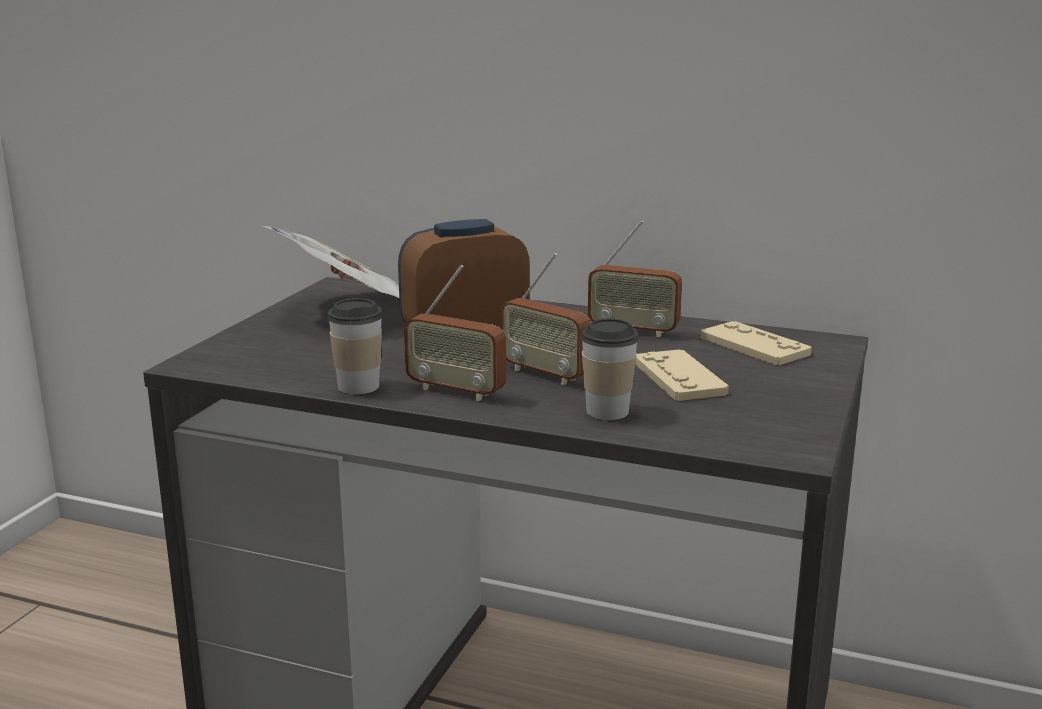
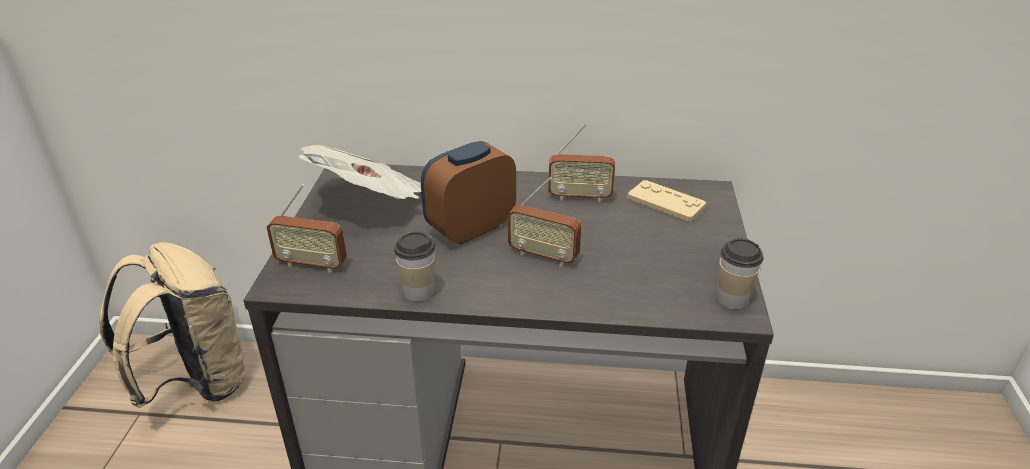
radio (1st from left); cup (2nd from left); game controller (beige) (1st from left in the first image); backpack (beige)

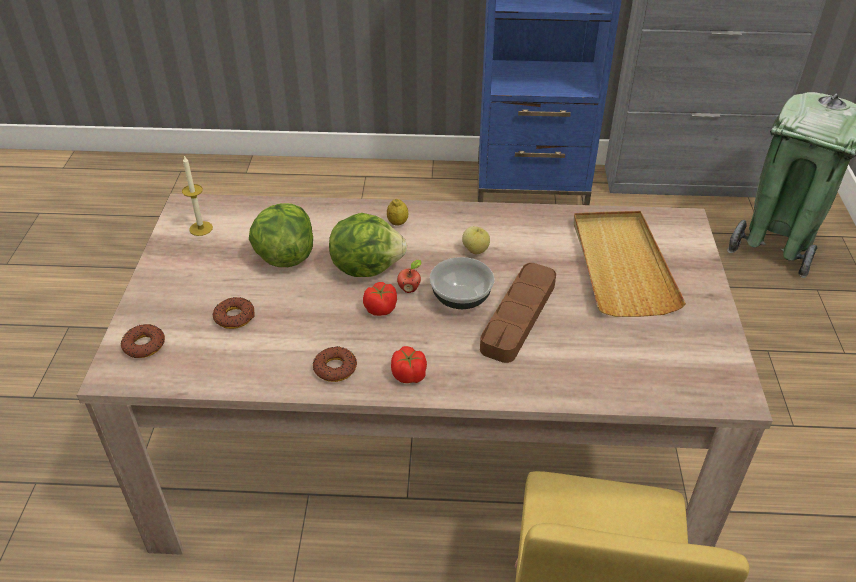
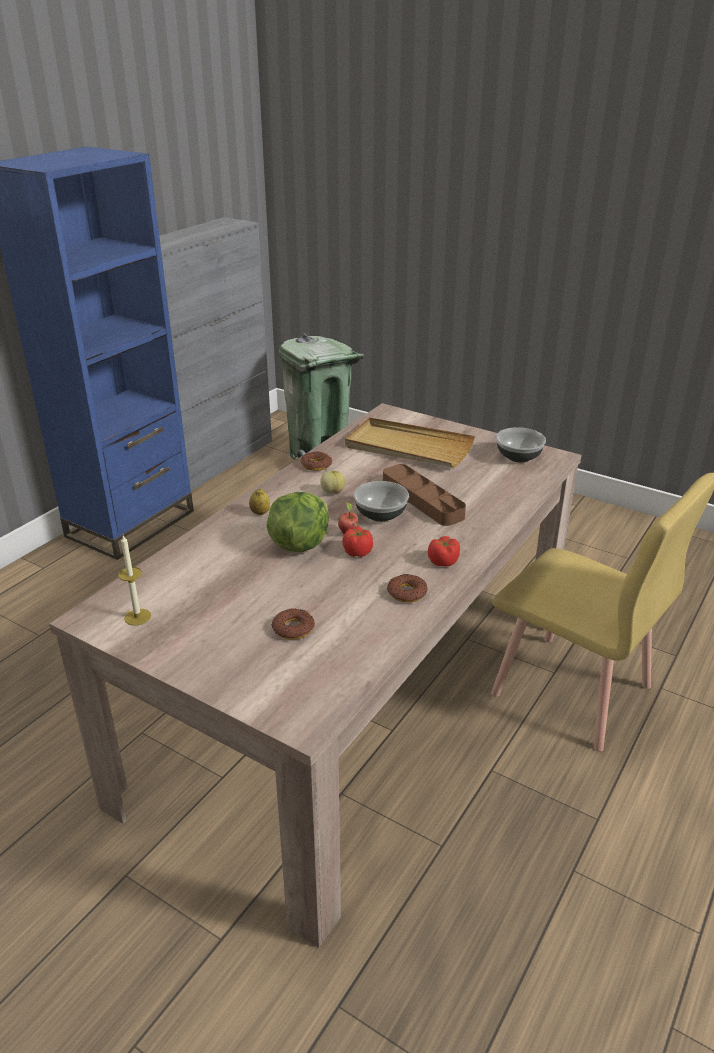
lettuce (1st from left in the first image); donut (2nd from left); bowl (2nd from left)

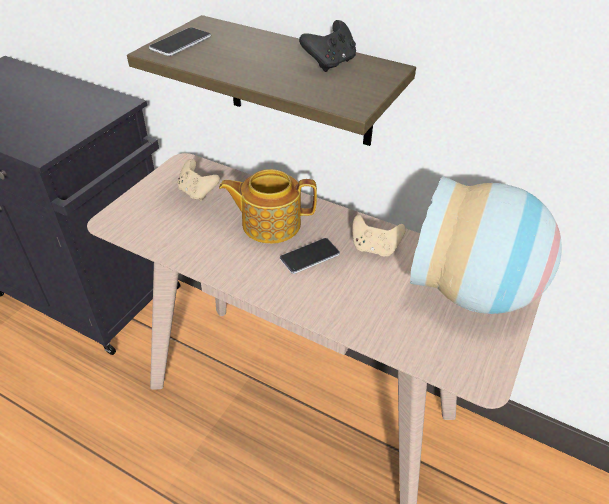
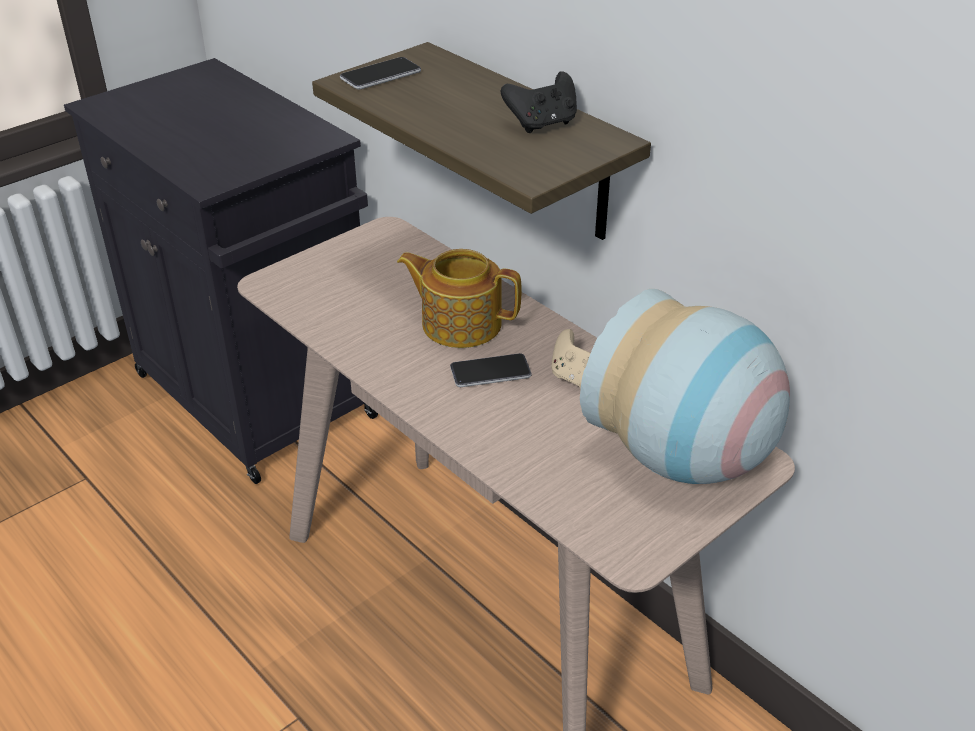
game controller (beige) (1st from left in the first image)

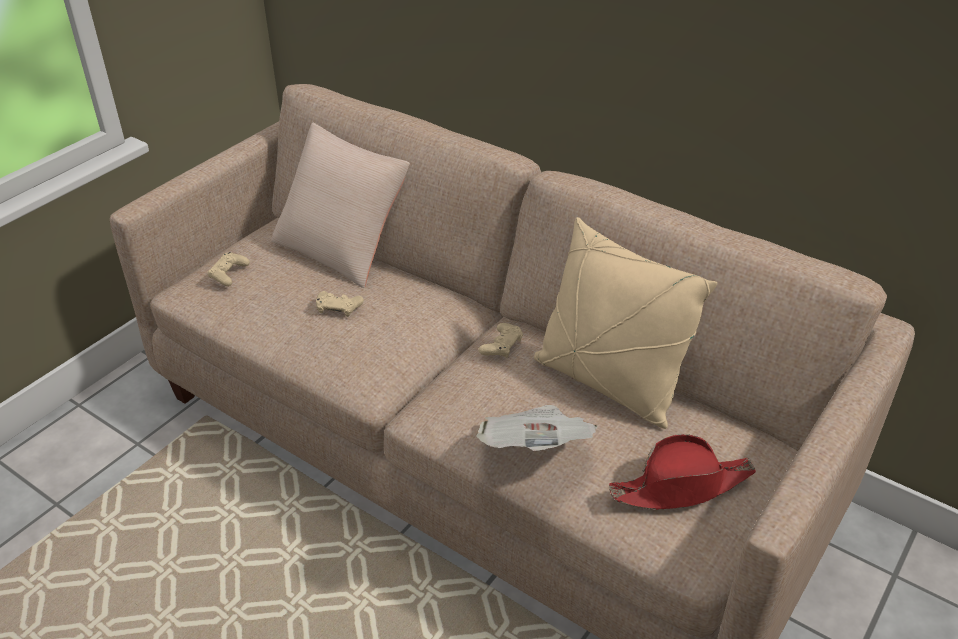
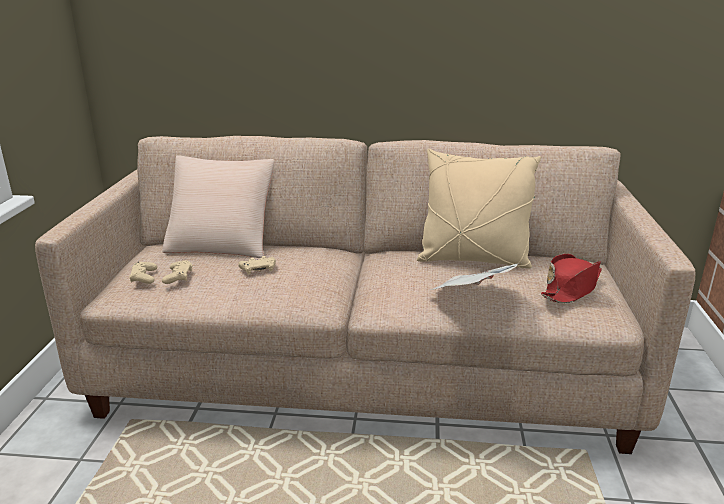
game controller (beige) (2nd from left)

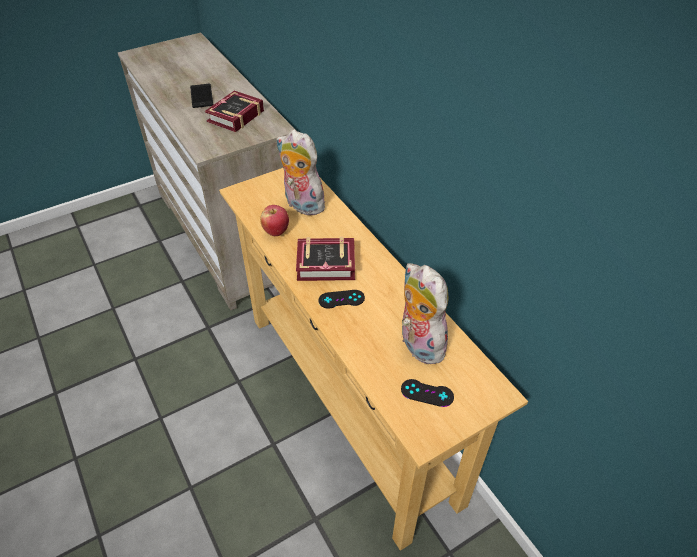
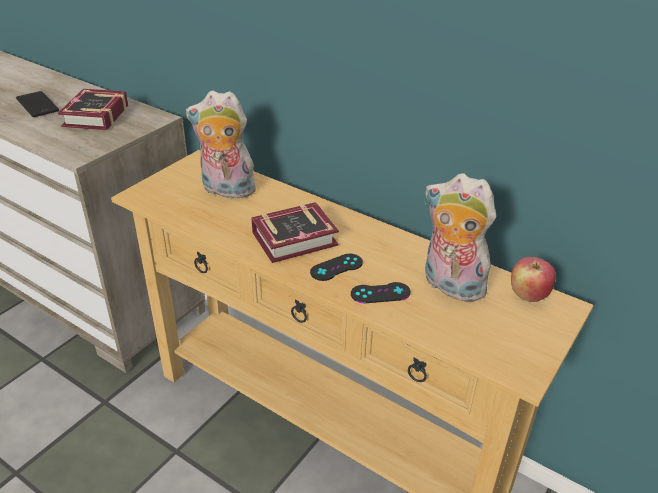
apple; game controller (black) (2nd from left)

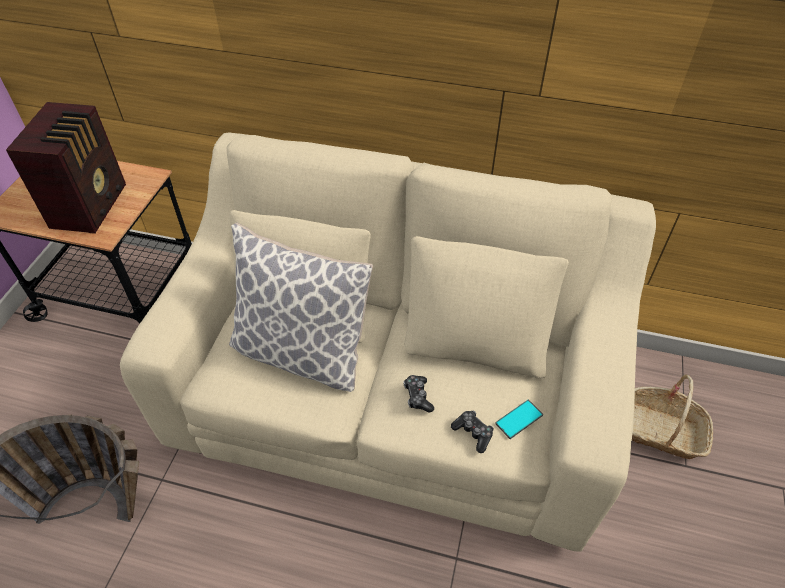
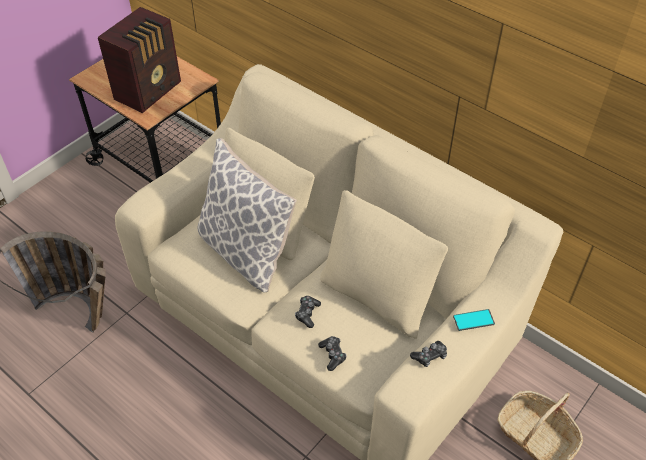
phone; game controller (3rd from left)

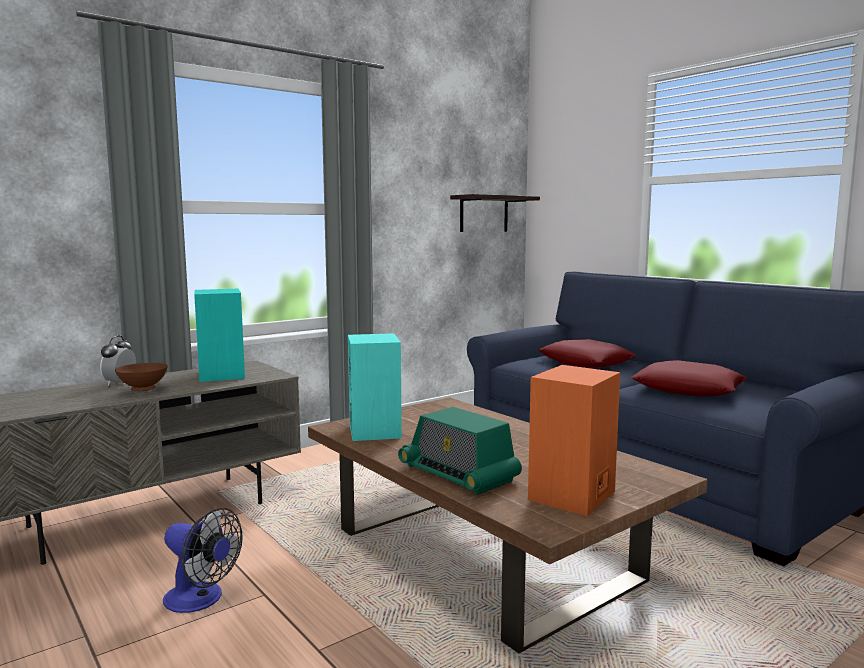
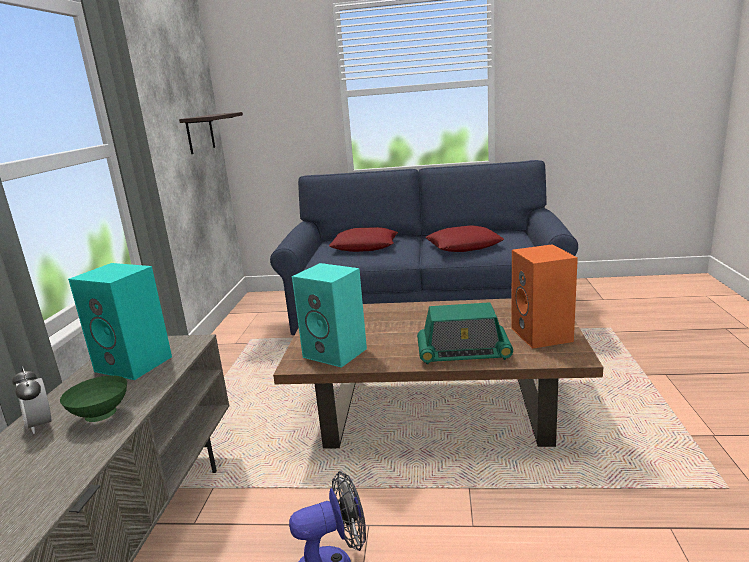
bowl (green)

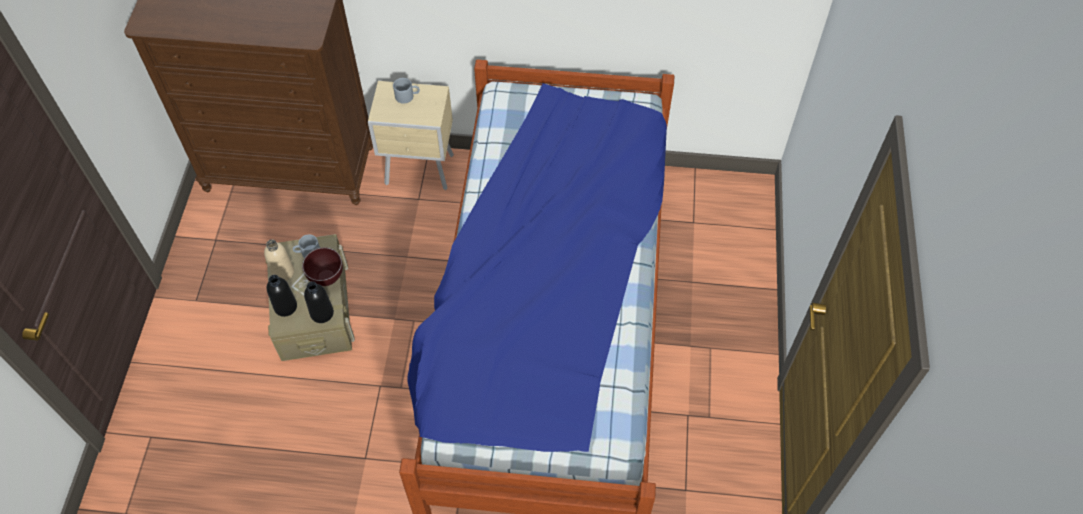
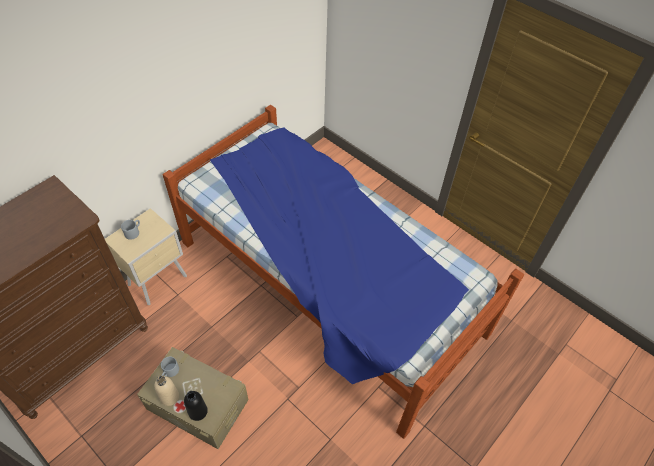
bowl (brown); bottle (black) (2nd from left in the first image)

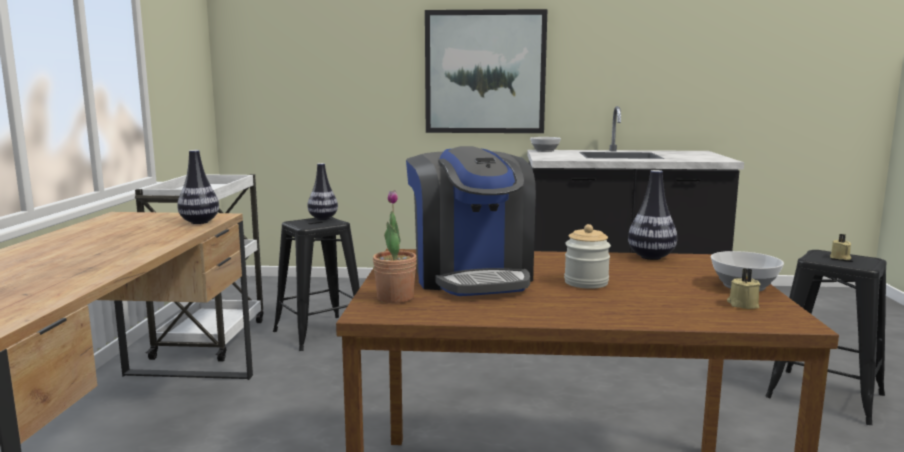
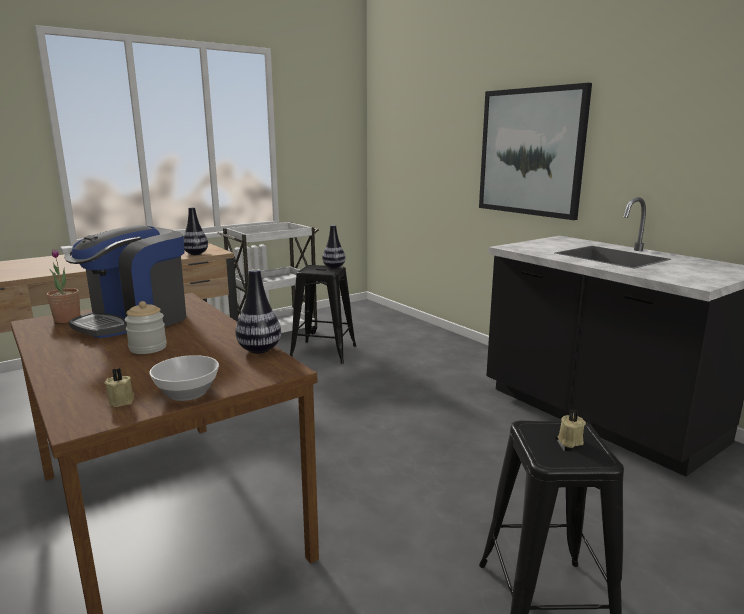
bowl (1st from left in the first image)

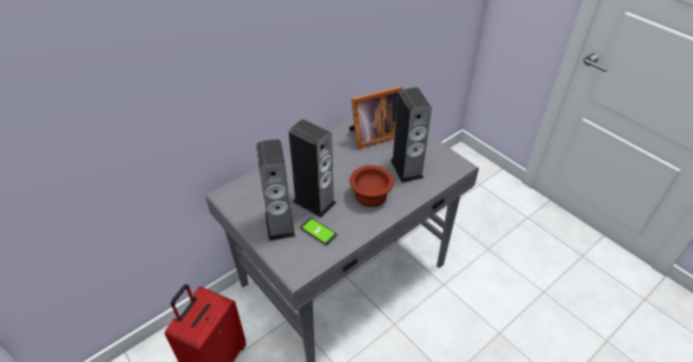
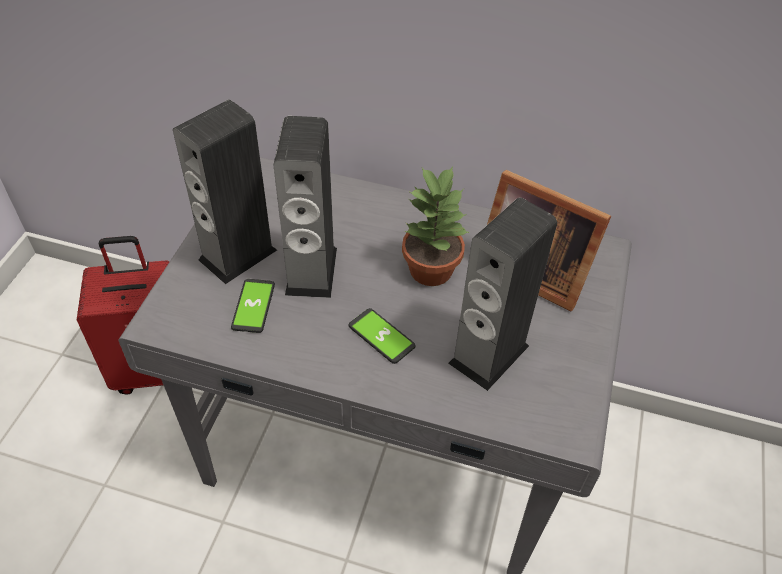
phone (2nd from left); potted plant

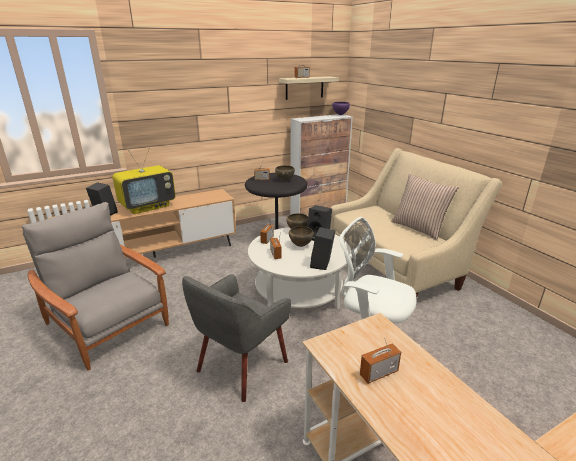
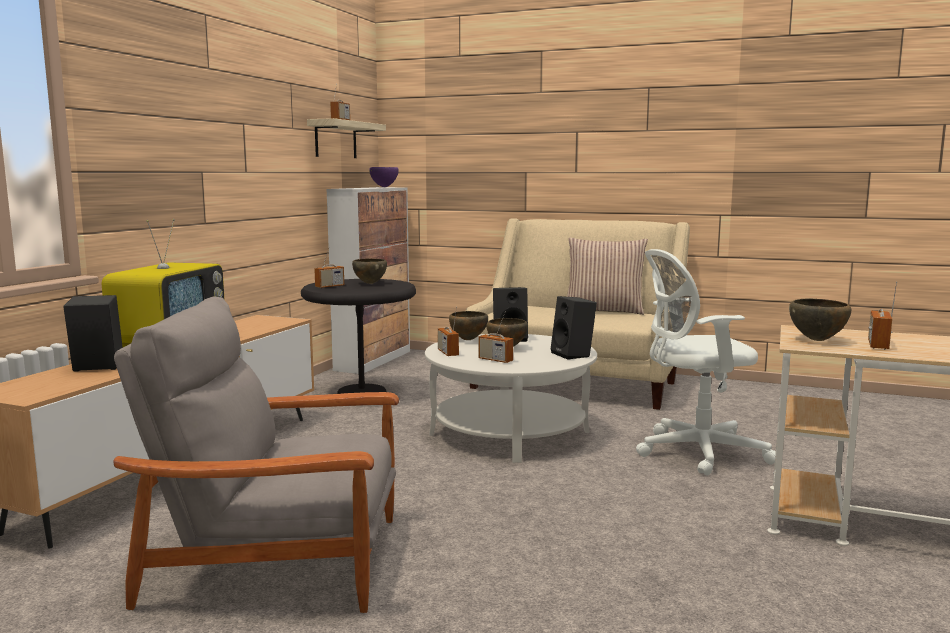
armchair (grey) (2nd from left in the first image); bowl (brown) (4th from left)

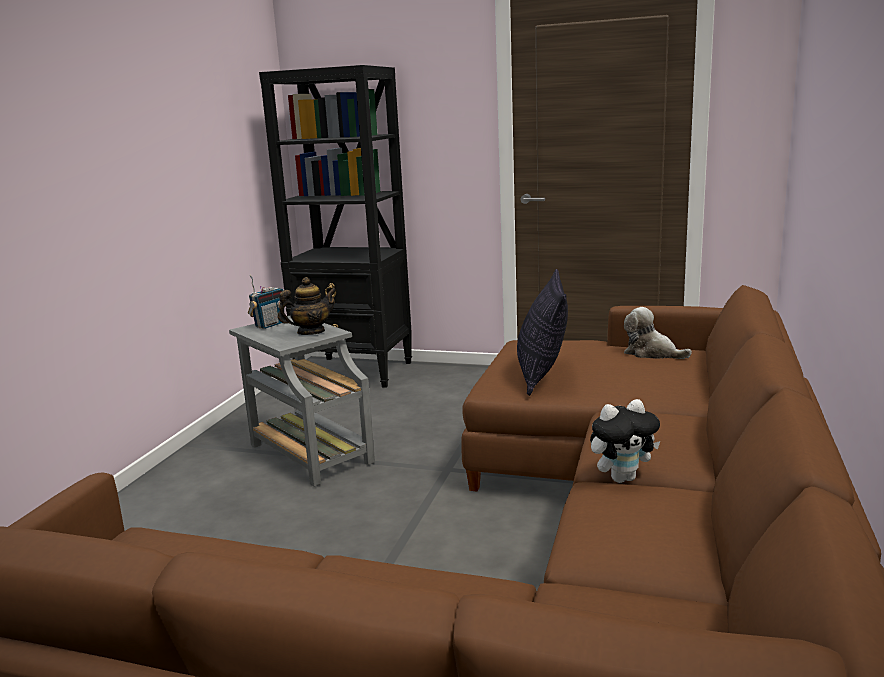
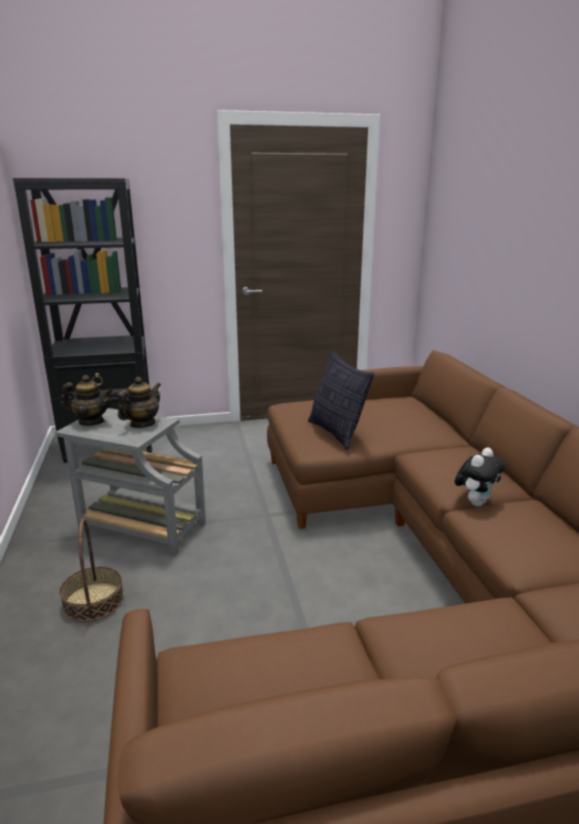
teapot (1st from left); plush toy (2nd from left in the first image); basket

